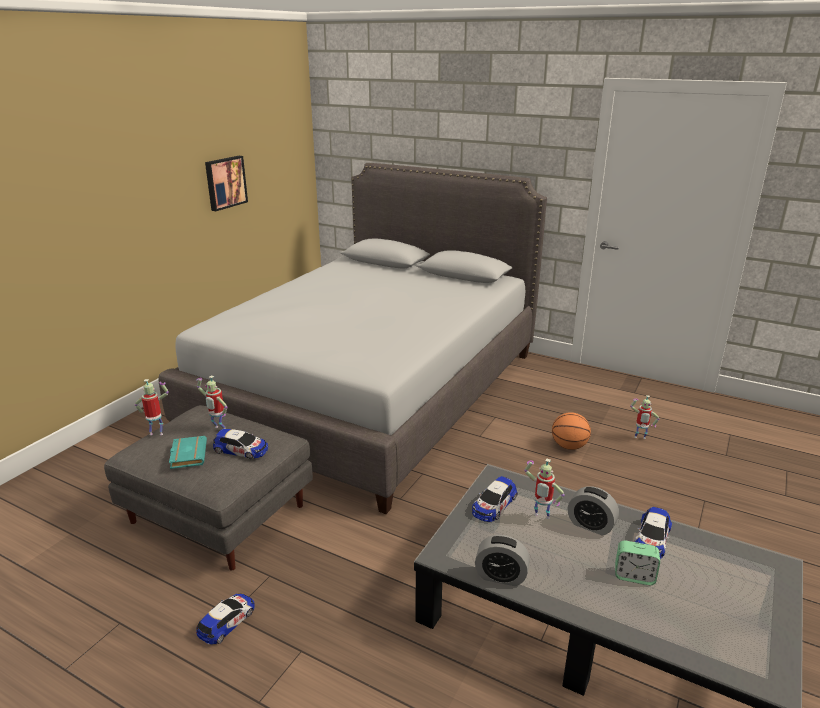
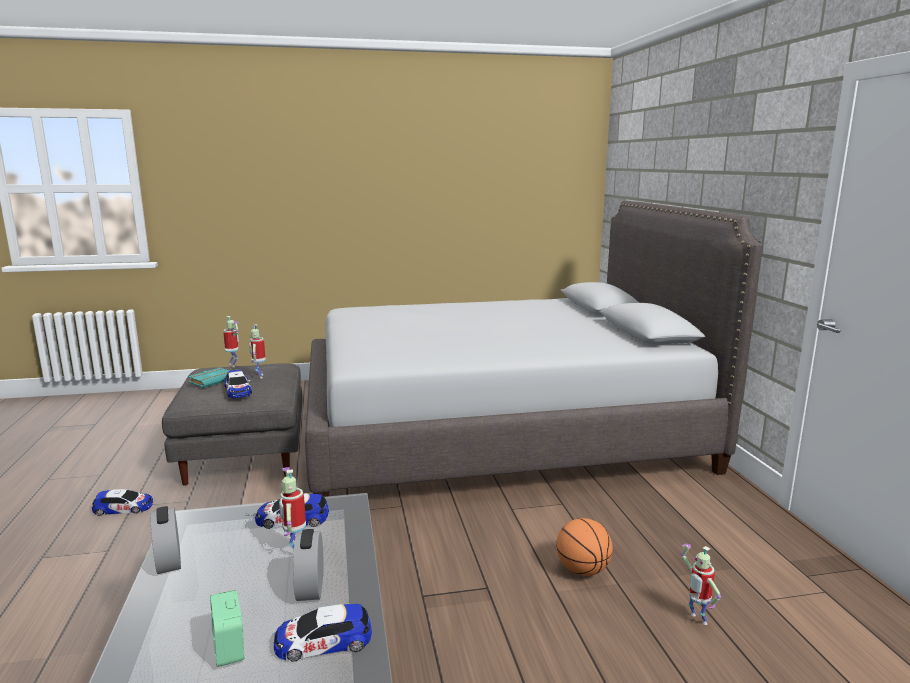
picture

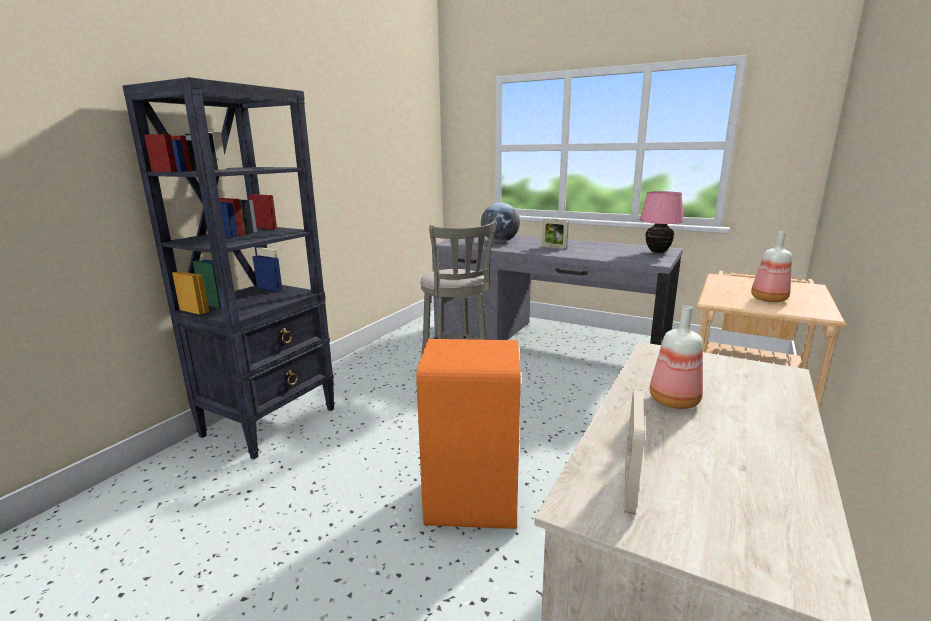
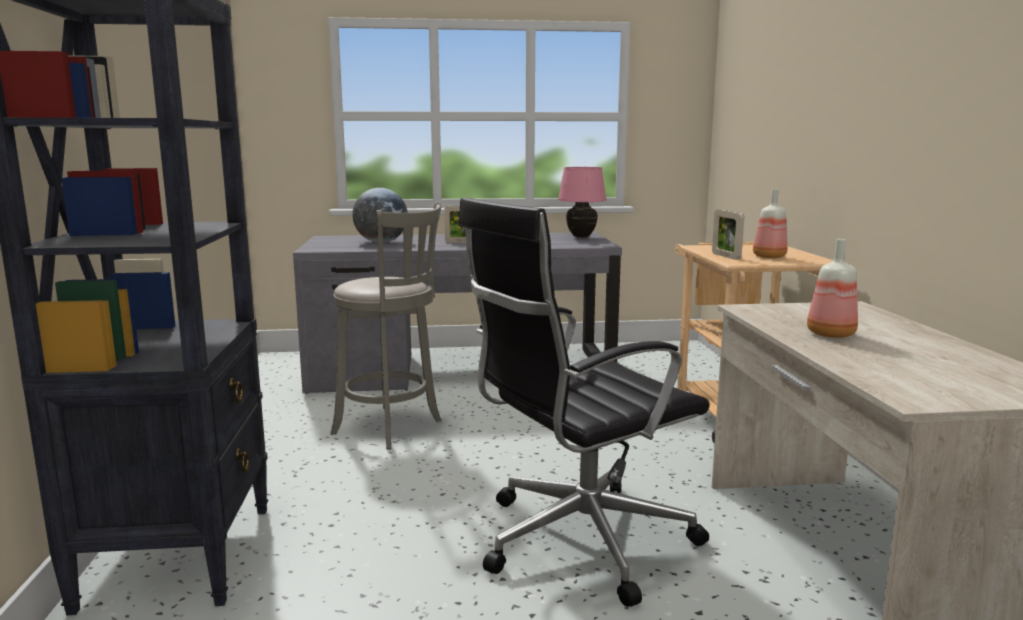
office chair (black); picture frame (2nd from left)

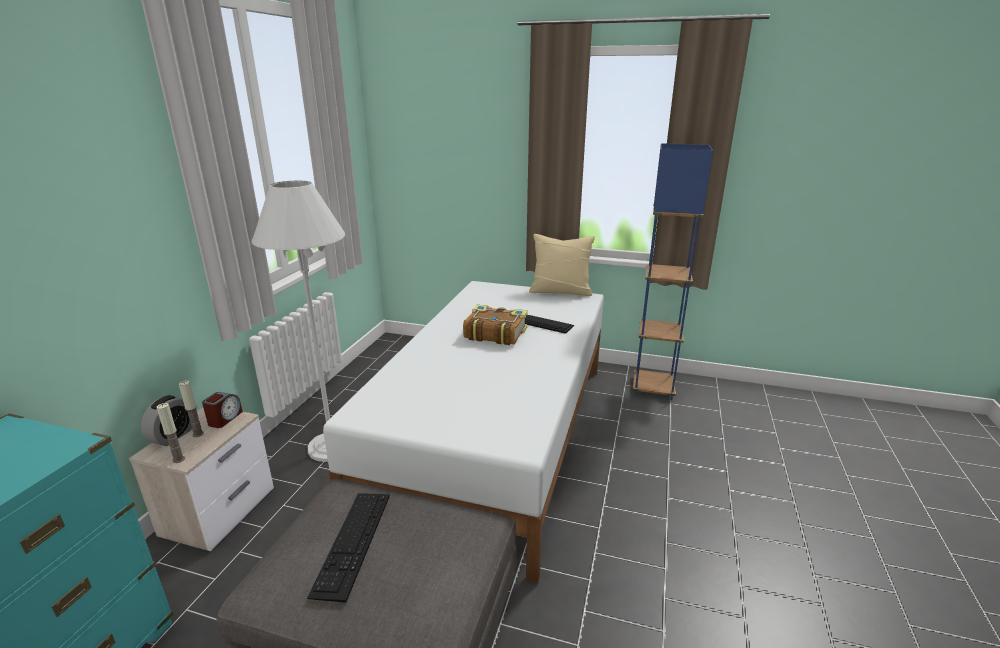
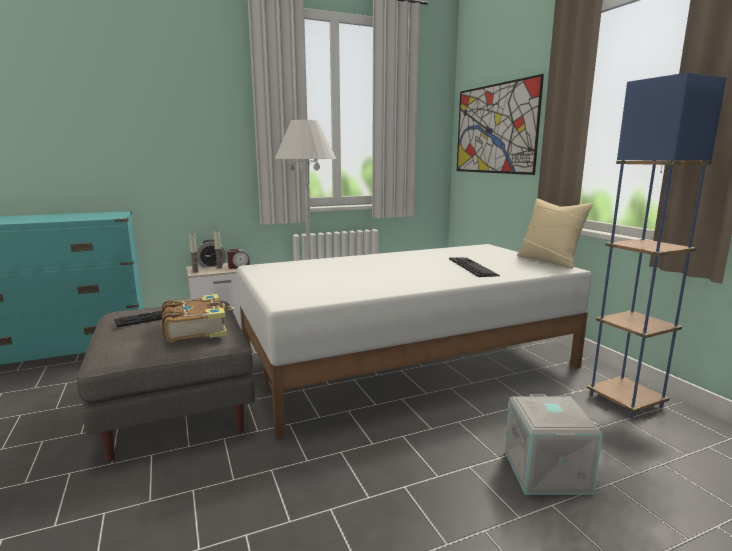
book; picture; storage box (grey)

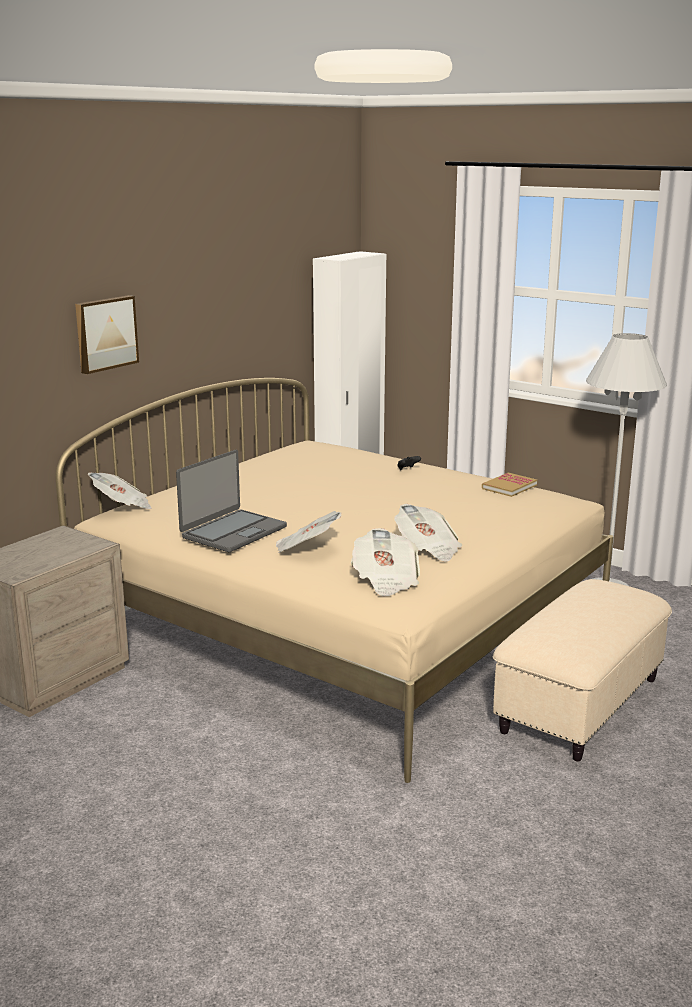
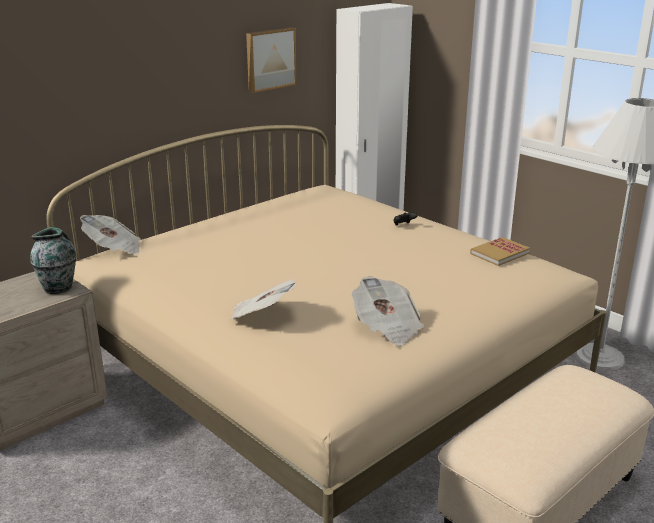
picture; laptop; newspaper (3rd from left in the first image); vase

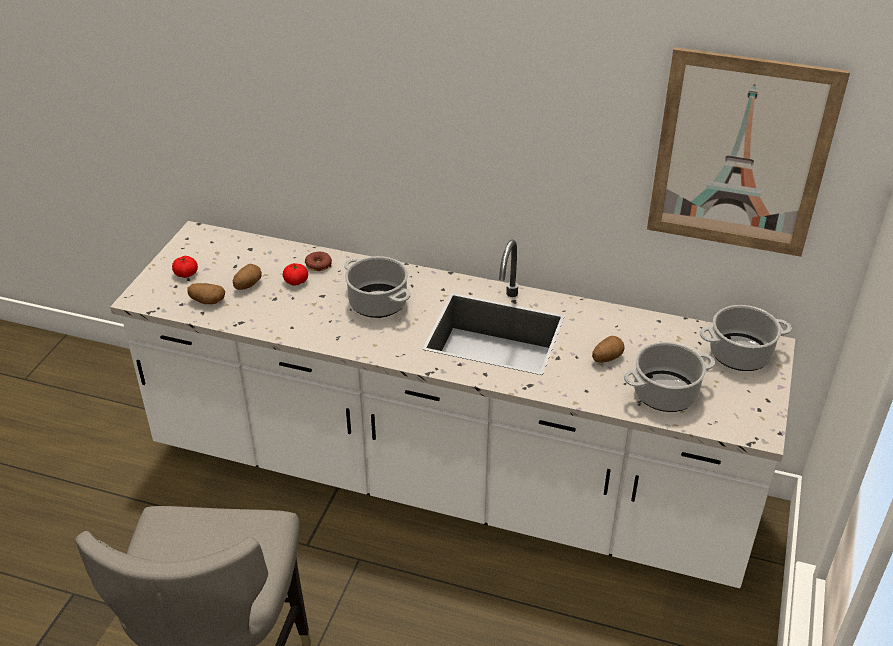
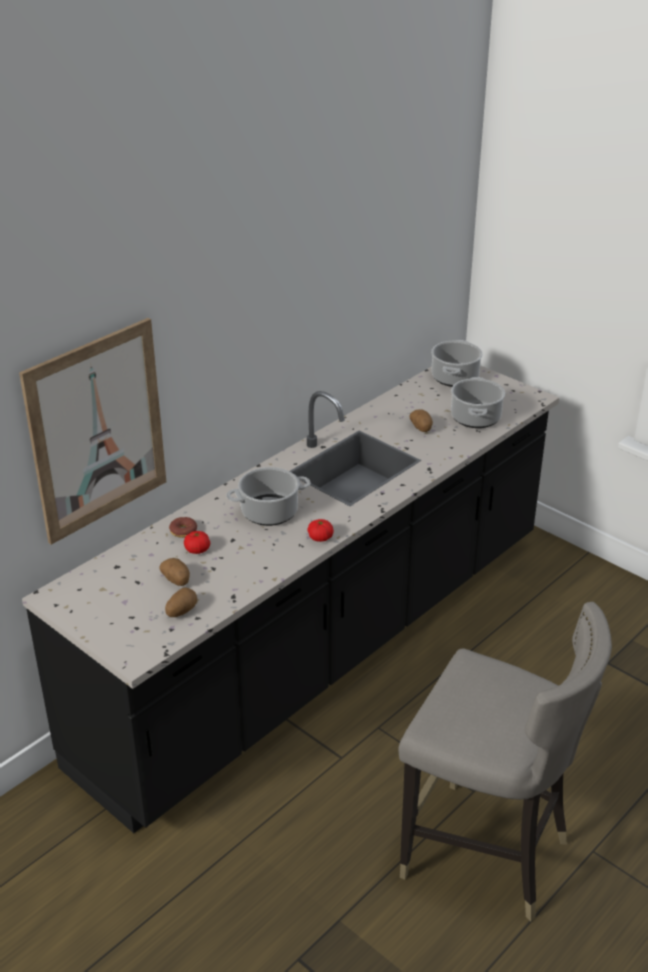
picture; counter (black); tomato (2nd from left)

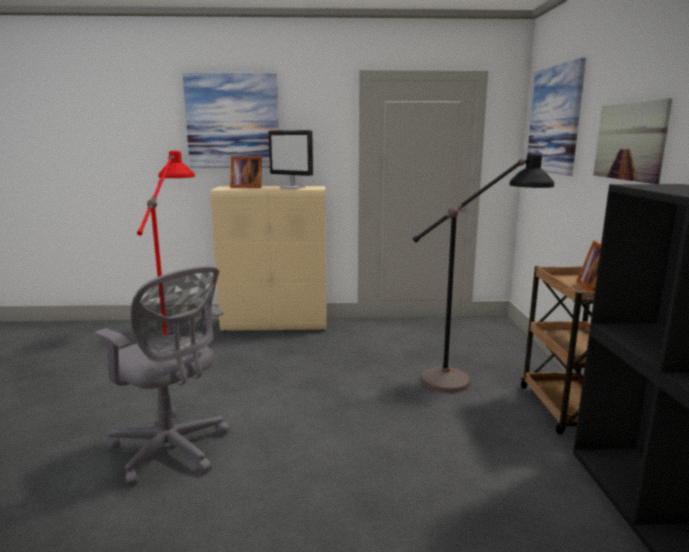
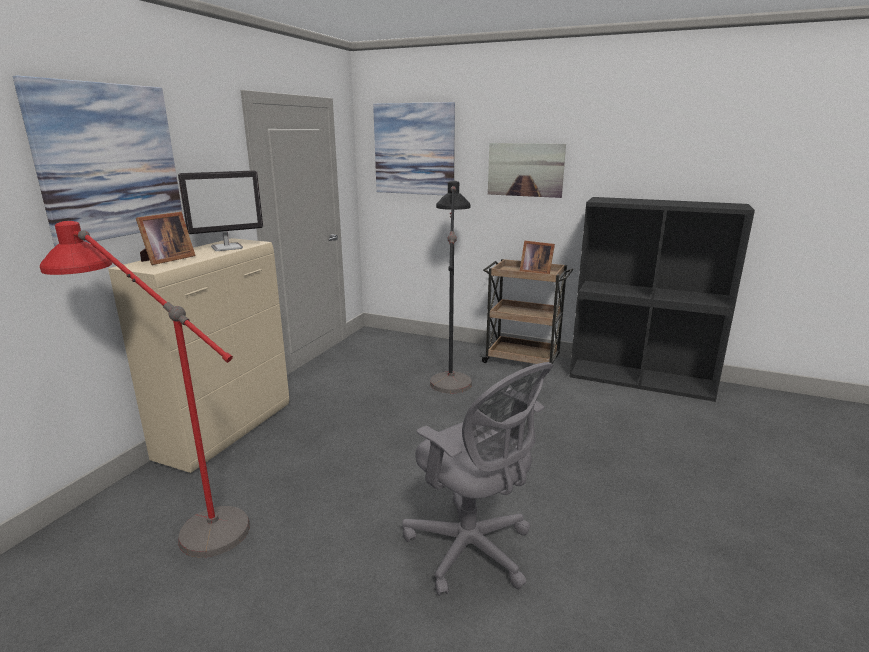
office chair (grey)

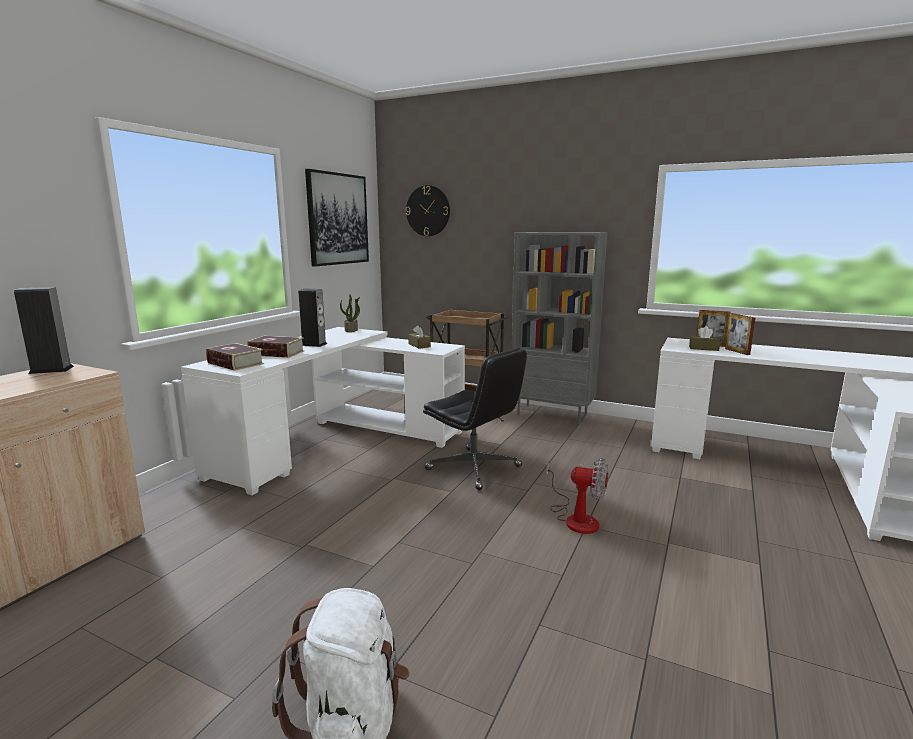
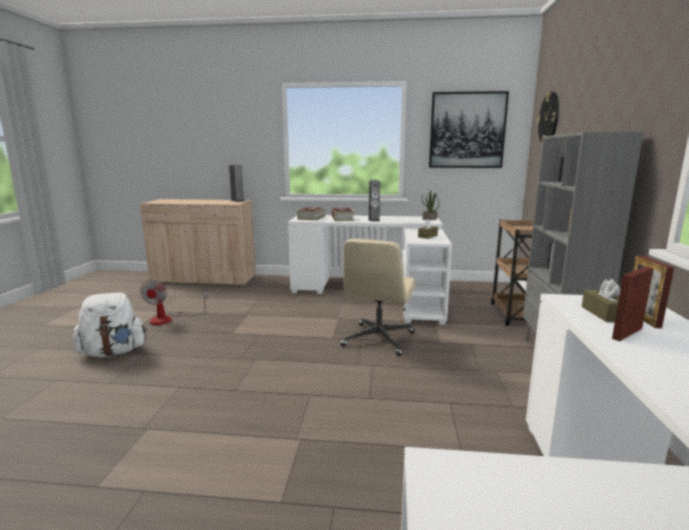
office chair (beige); fan

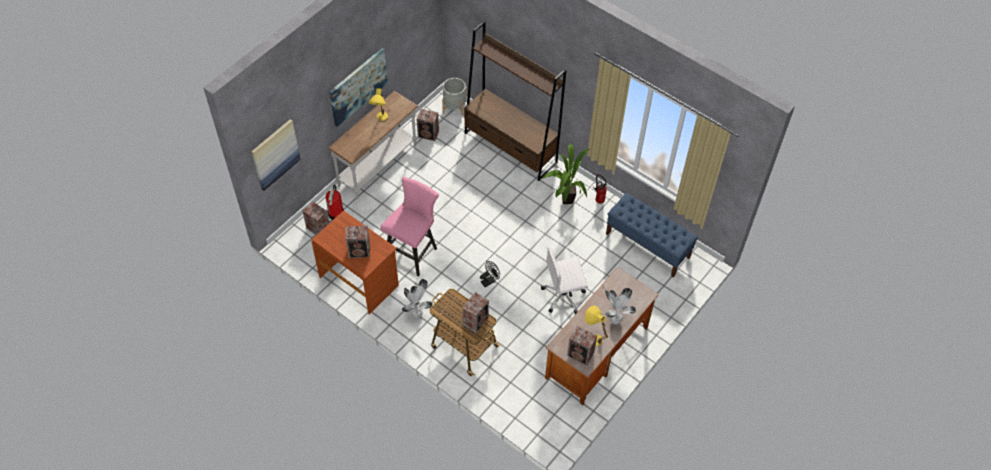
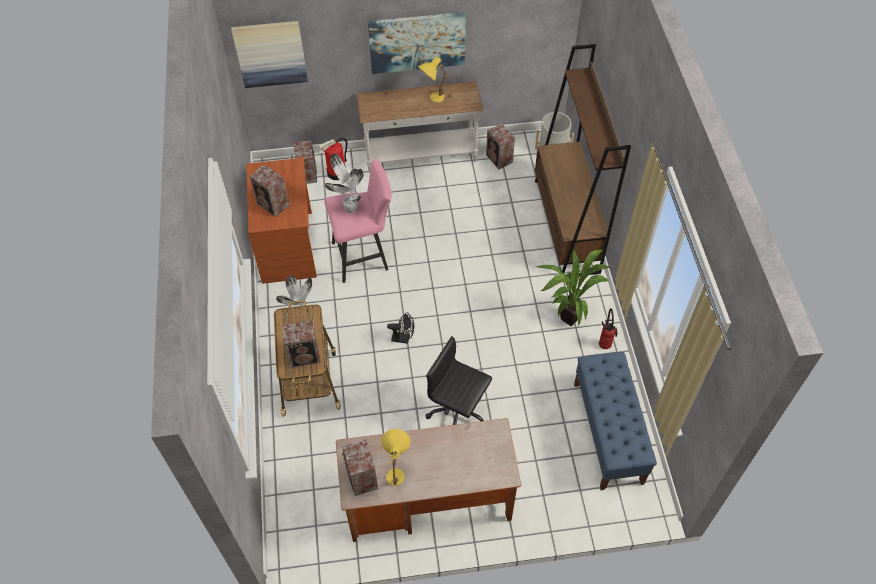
office chair (black); potted plant (2nd from left)

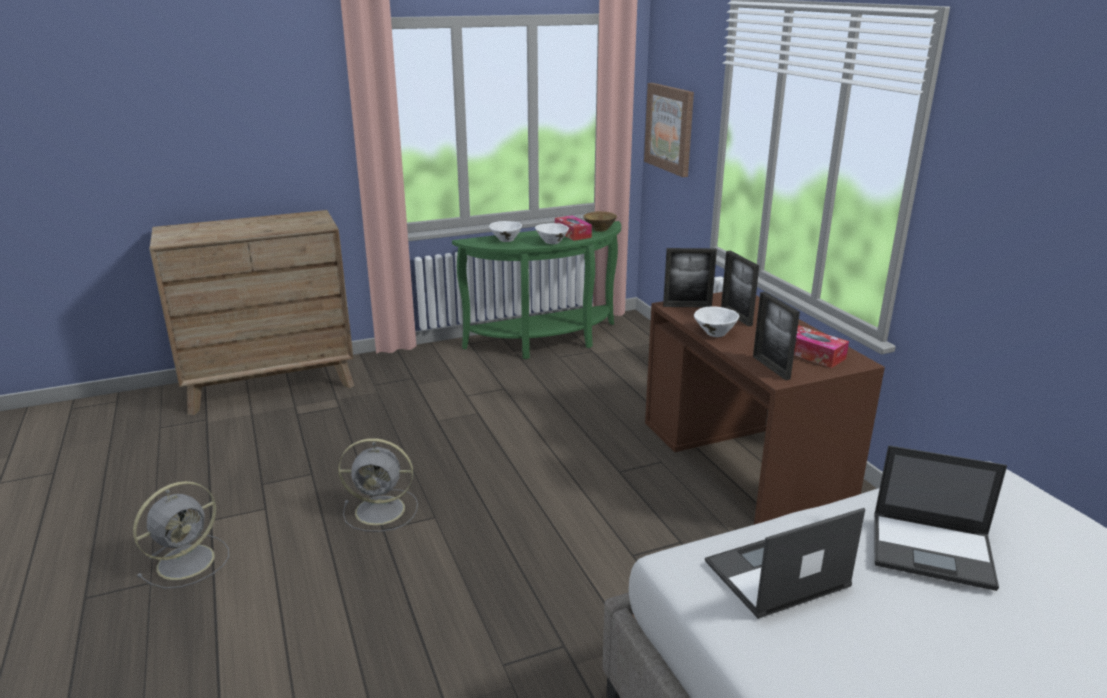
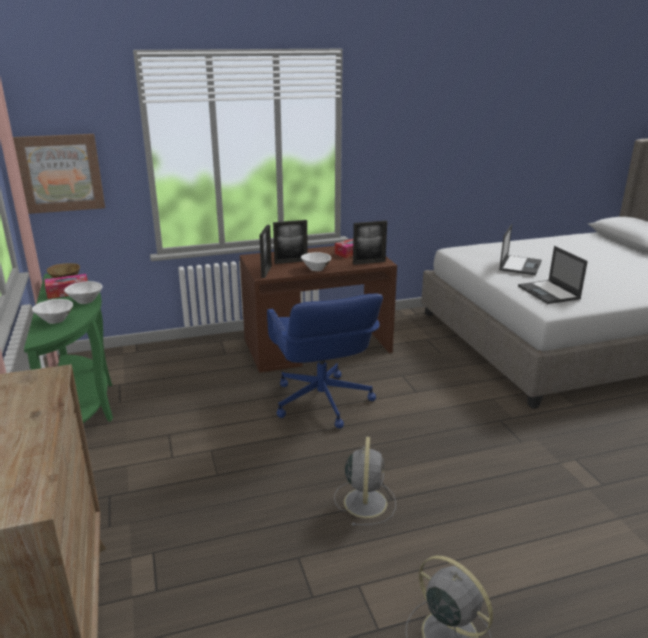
office chair (blue)

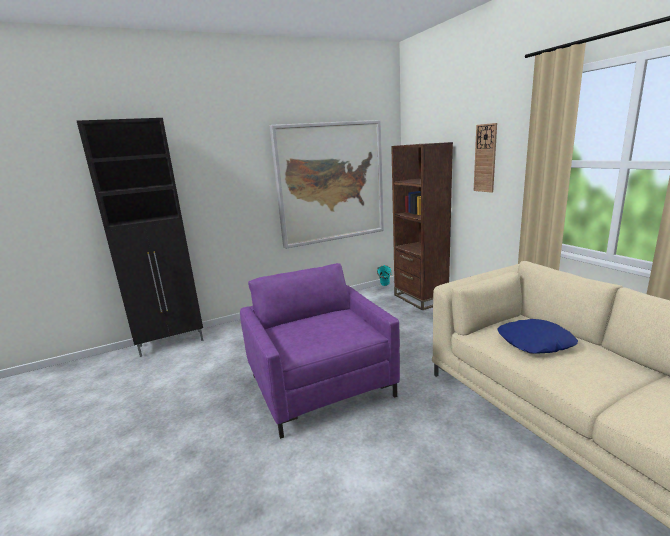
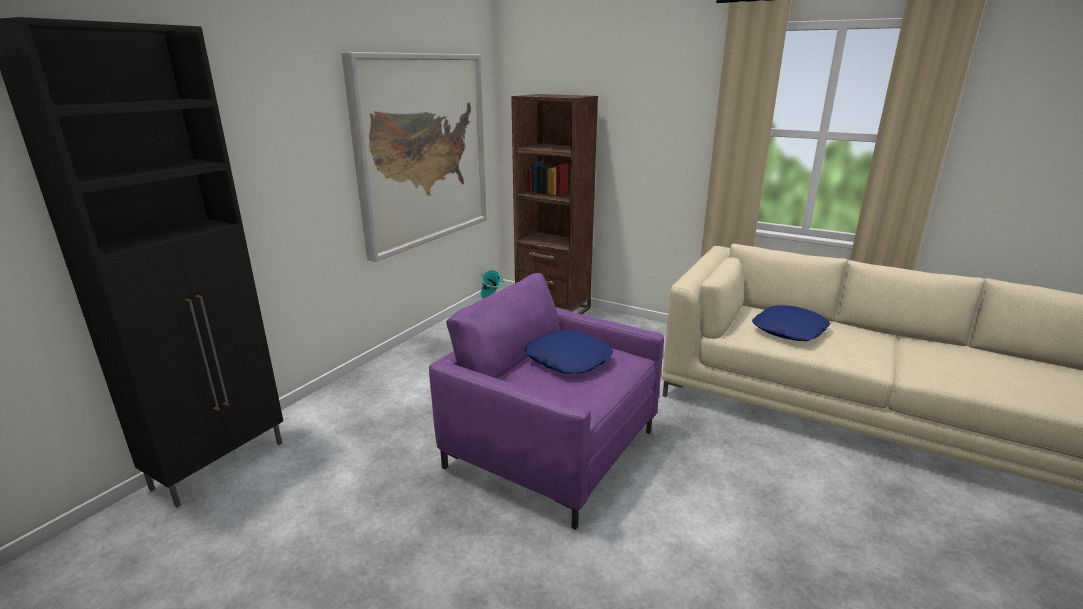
wall clock; pillow (blue) (1st from left)

